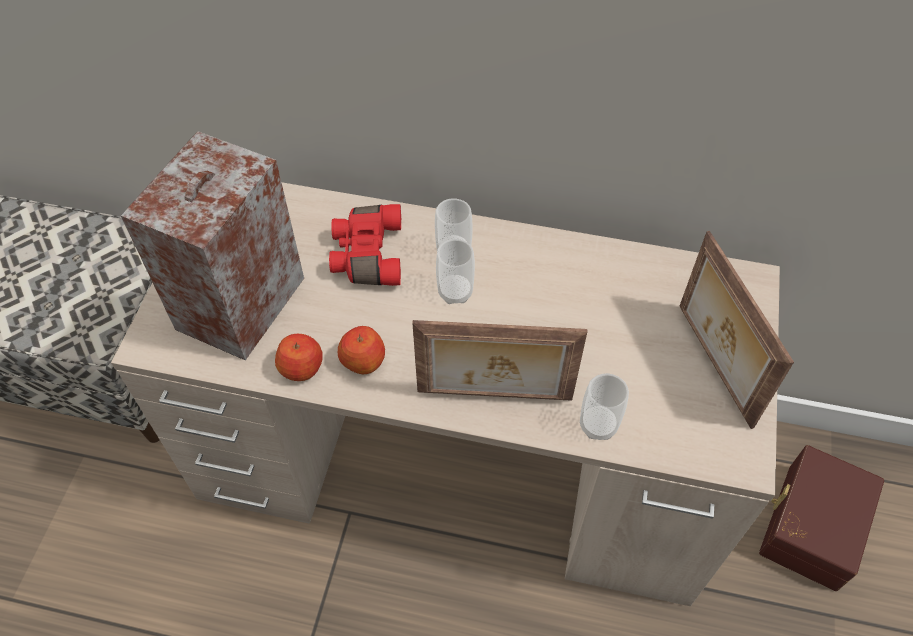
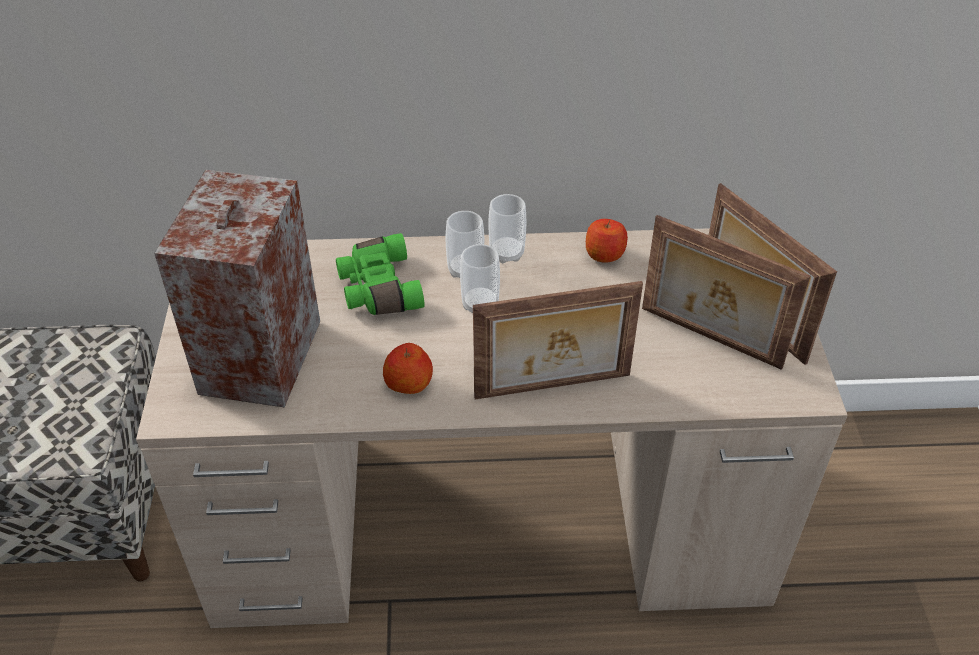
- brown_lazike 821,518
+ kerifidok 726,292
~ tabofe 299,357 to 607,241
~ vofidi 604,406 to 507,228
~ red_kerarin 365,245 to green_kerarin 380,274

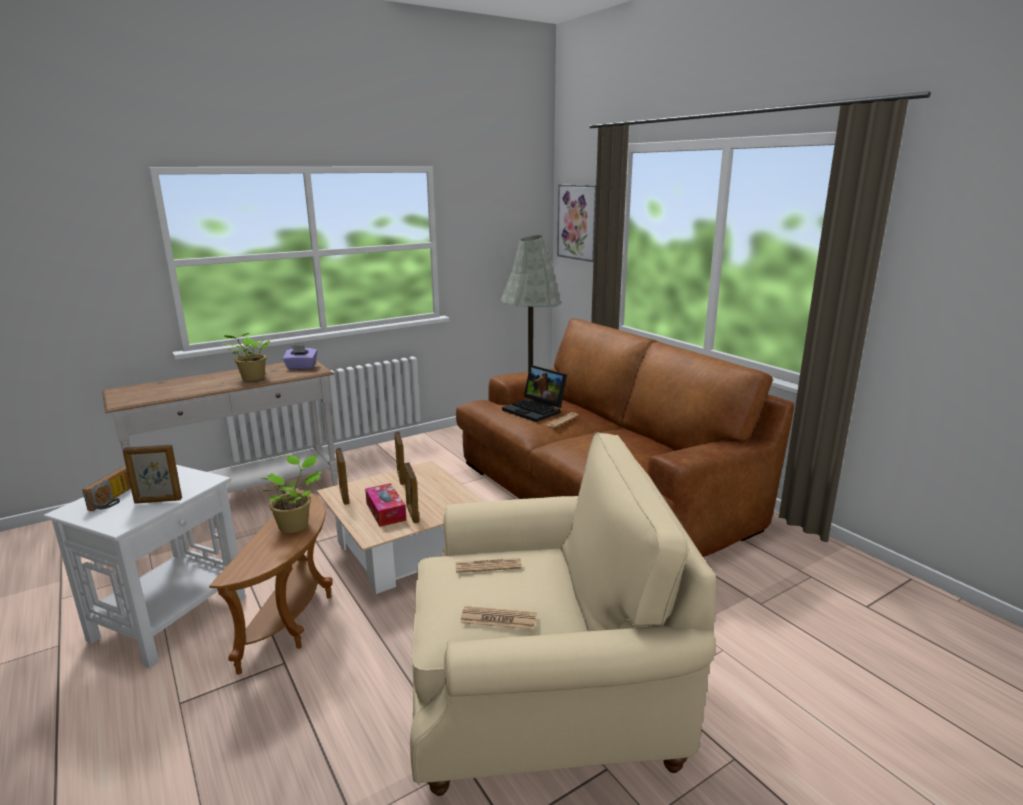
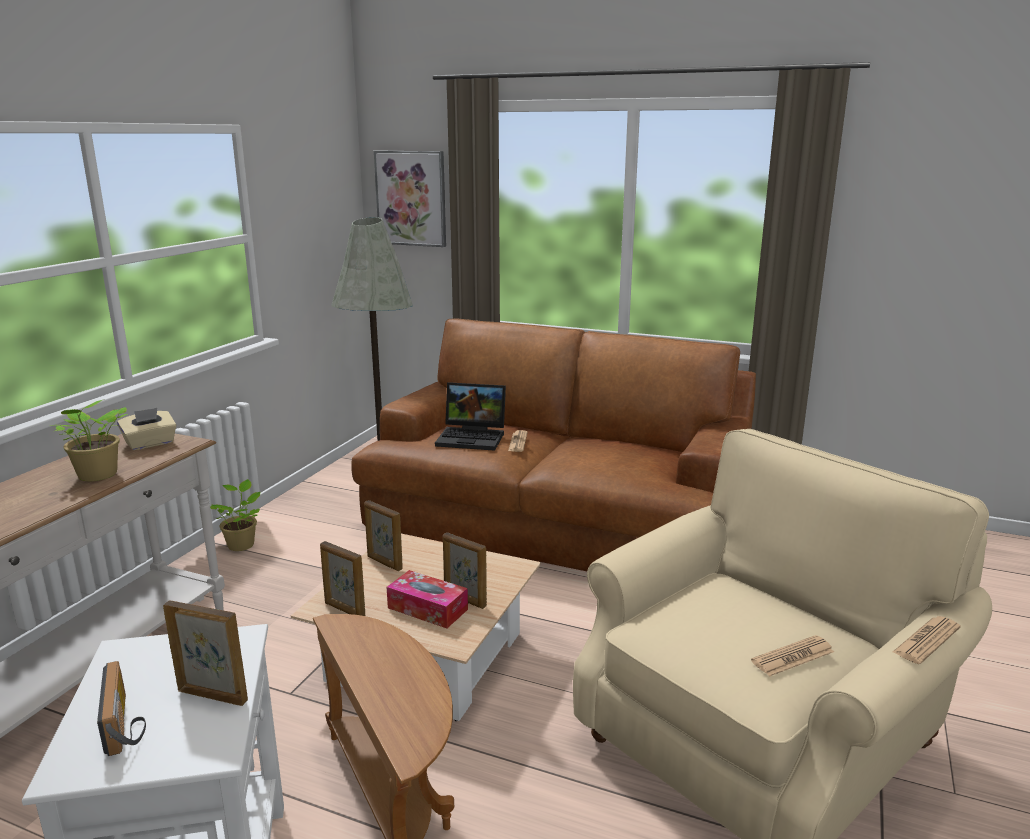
~ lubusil 291,494 to 235,515
~ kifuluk 489,565 to 927,640
~ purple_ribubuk 300,357 to beige_ribubuk 147,429
~ kerifidok 152,474 = 205,653 120 degrees counterclockwise

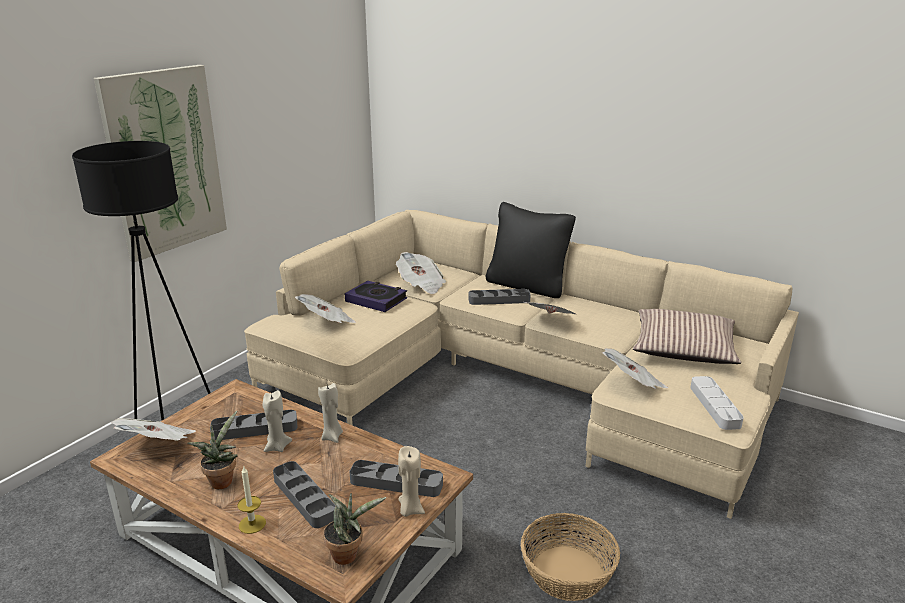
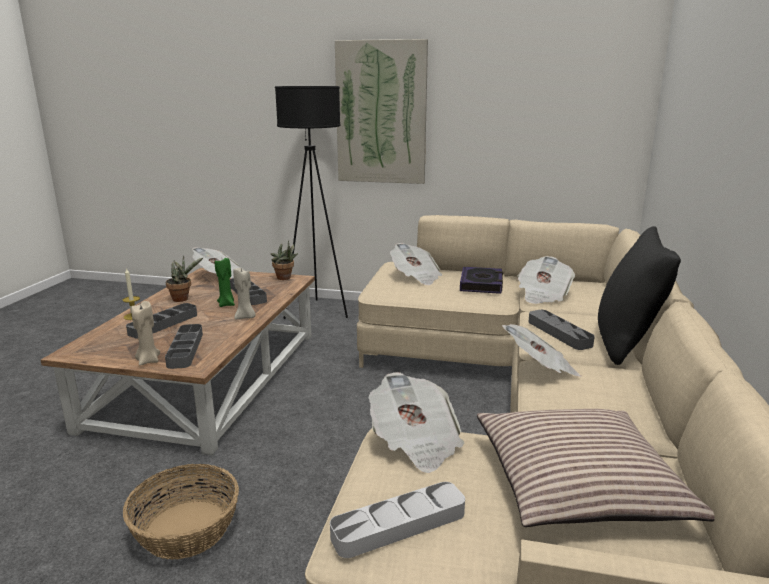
~ lubusil 354,529 to 284,260
~ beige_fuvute 277,421 to green_fuvute 225,282

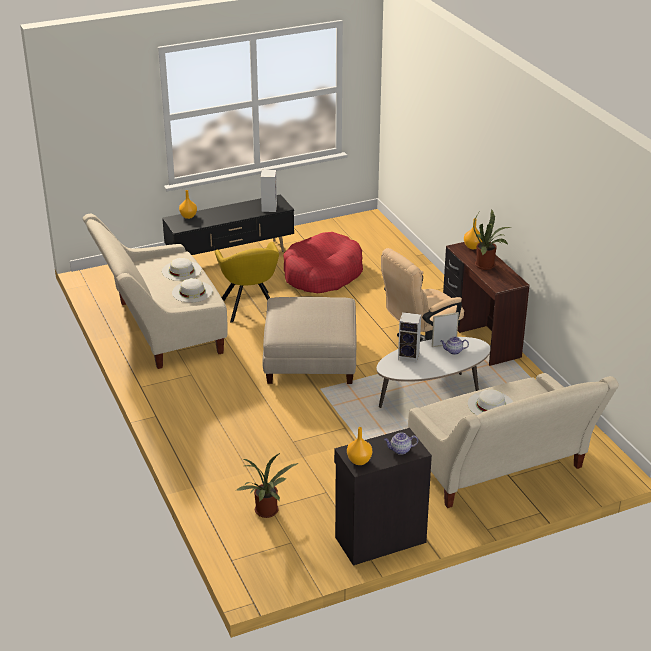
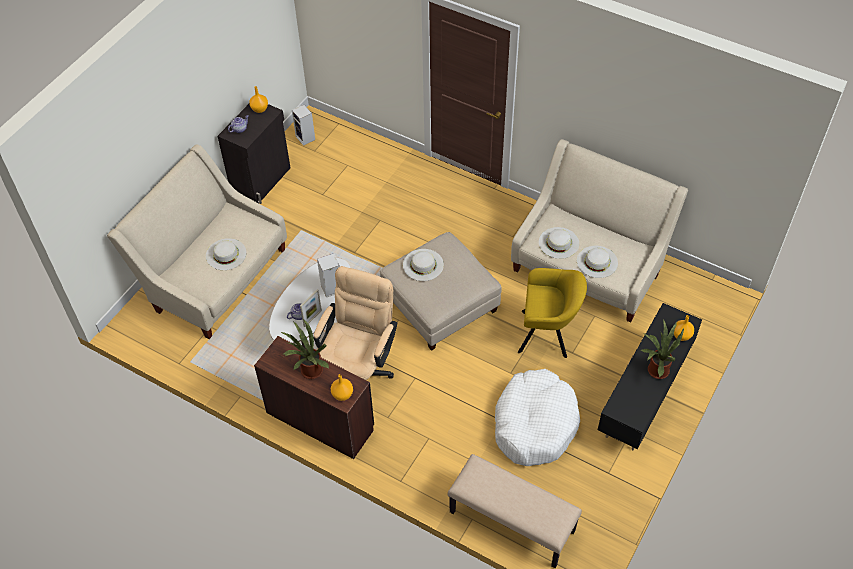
+ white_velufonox 423,265
+ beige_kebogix 515,511
~ lubusil 268,485 to 662,349
~ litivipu 269,191 to 303,125
~ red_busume 323,262 to white_busume 537,417
~ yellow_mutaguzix 247,282 = 552,313 150 degrees clockwise

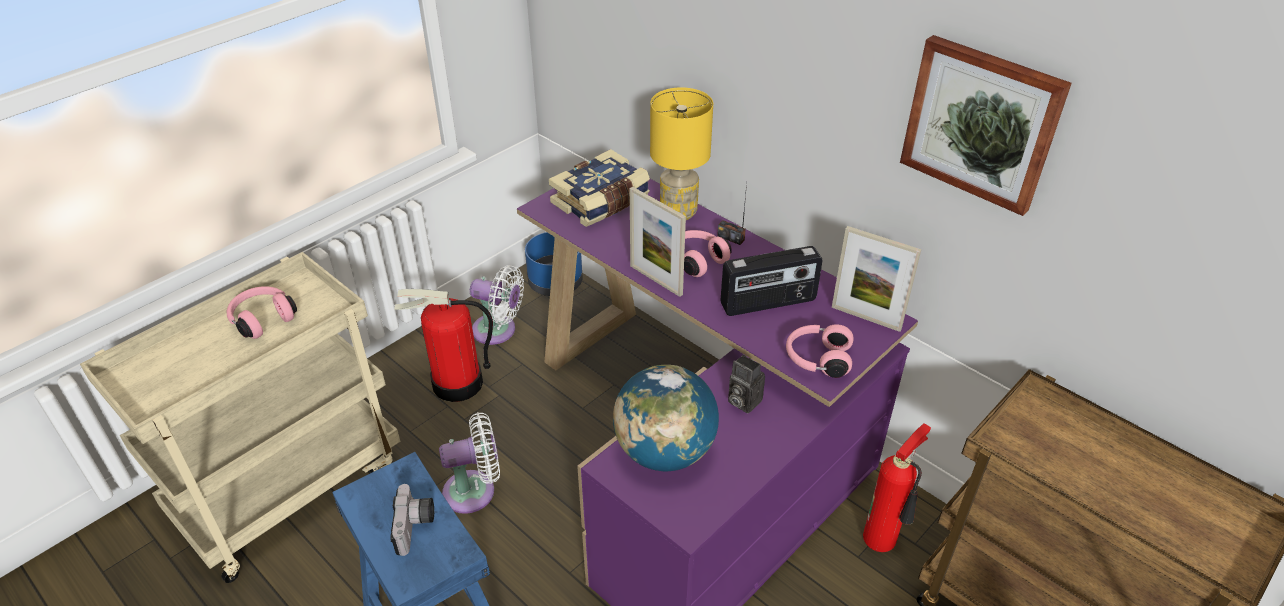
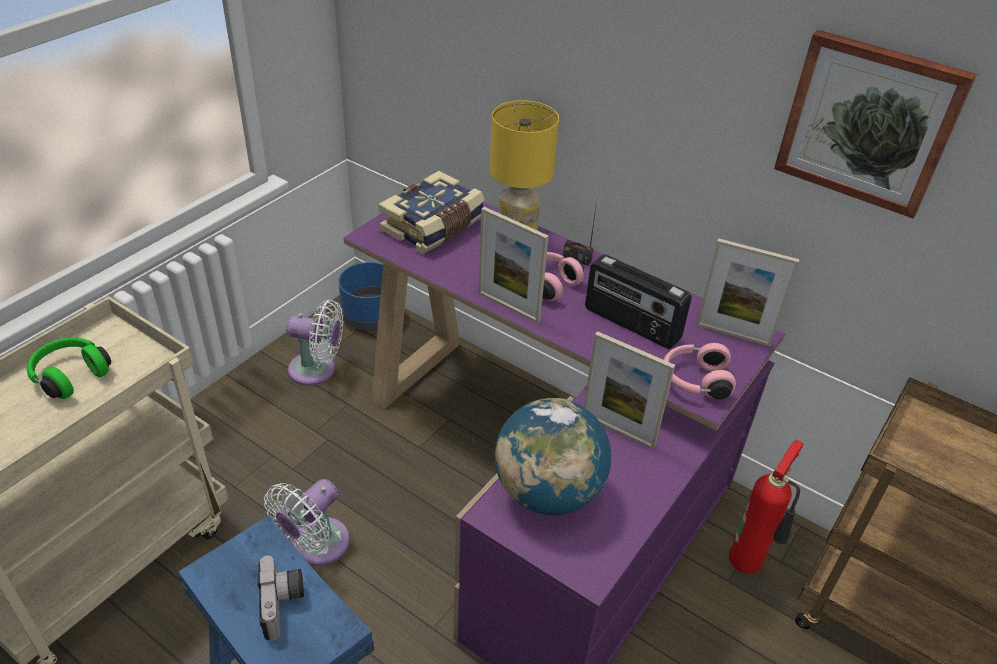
- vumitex 443,345
~ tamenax 746,384 to kerifidok 629,390
~ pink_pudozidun 262,312 to green_pudozidun 69,368
~ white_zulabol 469,463 = 307,522 150 degrees clockwise
~ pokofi 771,281 = 638,301 60 degrees clockwise

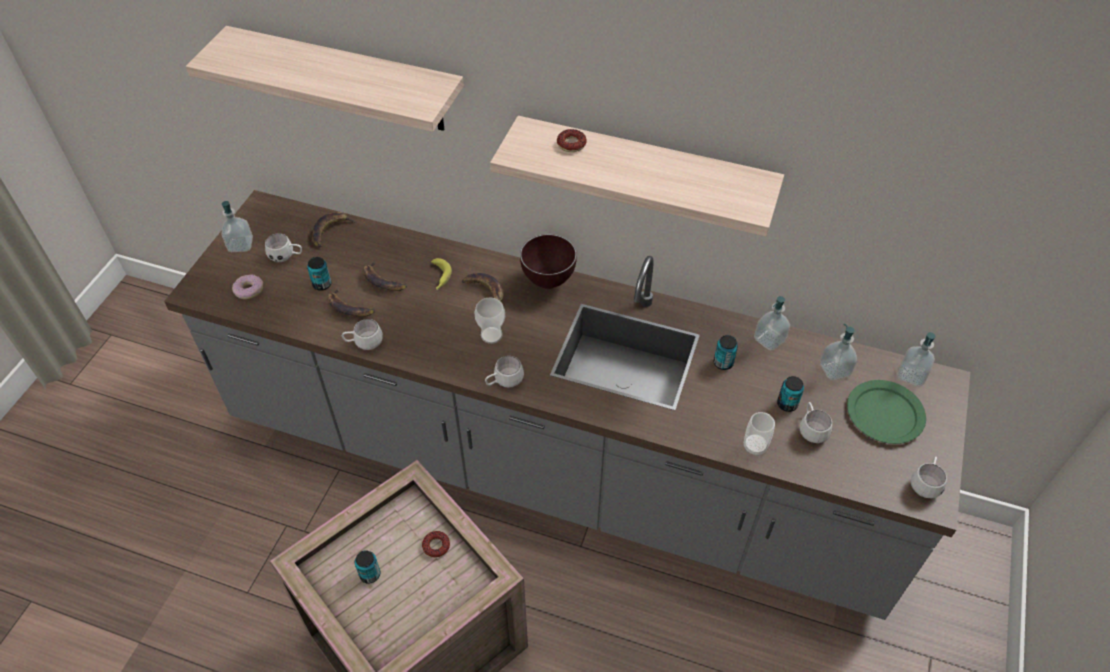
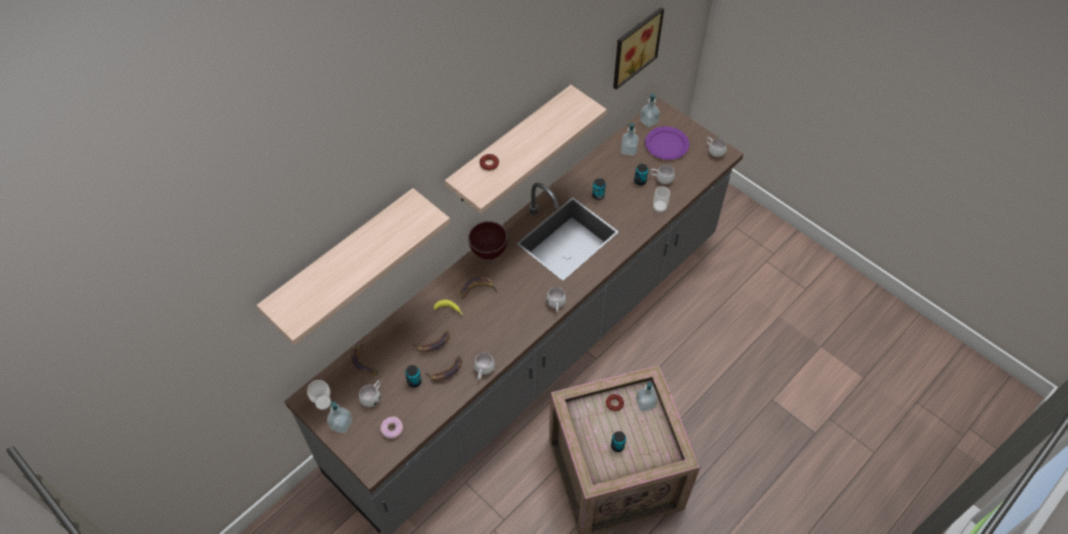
+ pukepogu 638,48
~ vofidi 490,320 to 319,395
~ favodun 772,323 to 647,397
~ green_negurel 886,412 to purple_negurel 667,143

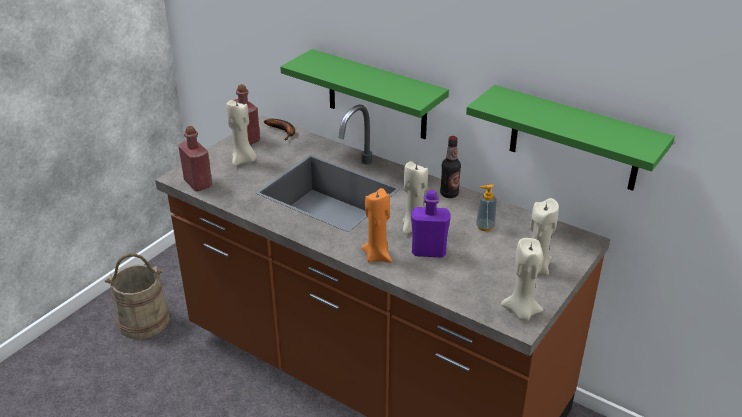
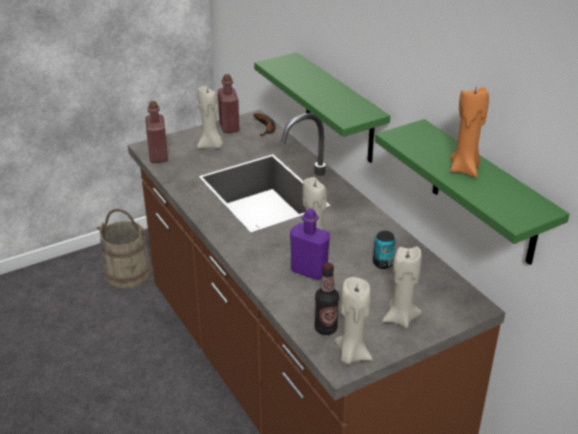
~ orange_fuvute 376,225 to 469,132
~ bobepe 450,167 to 326,299
~ favodun 486,207 to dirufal 384,250

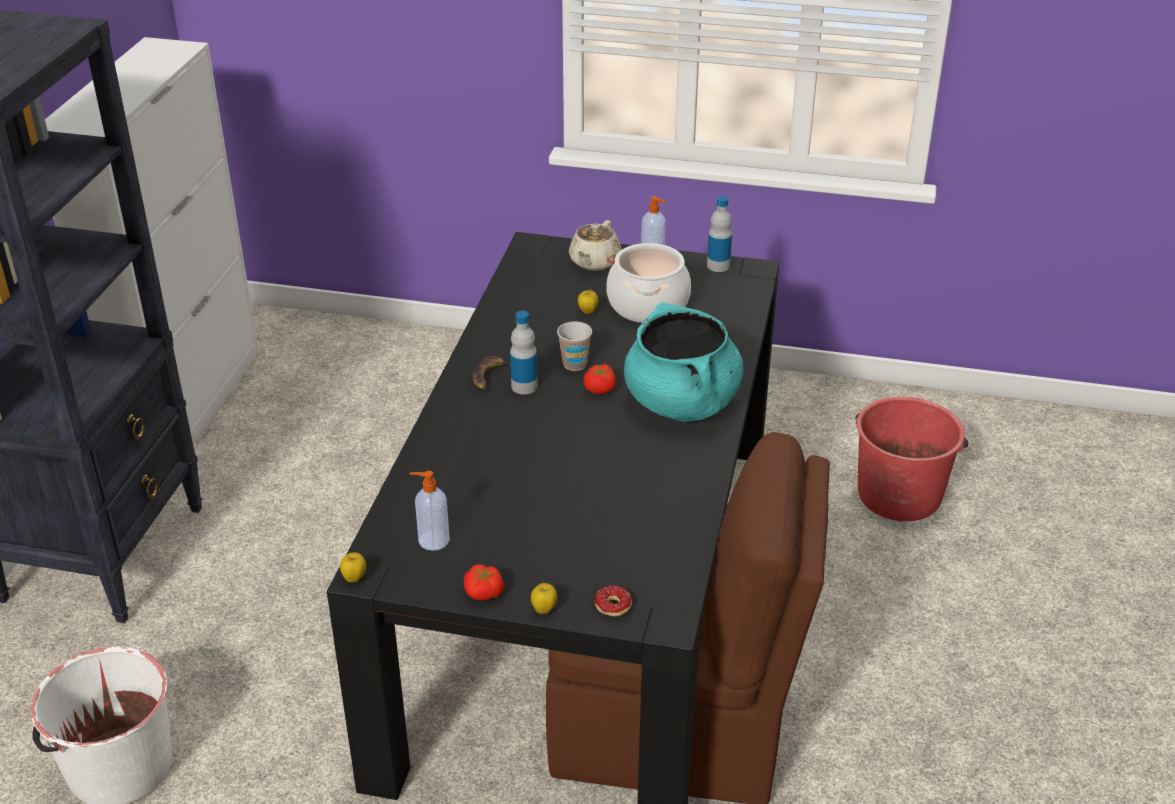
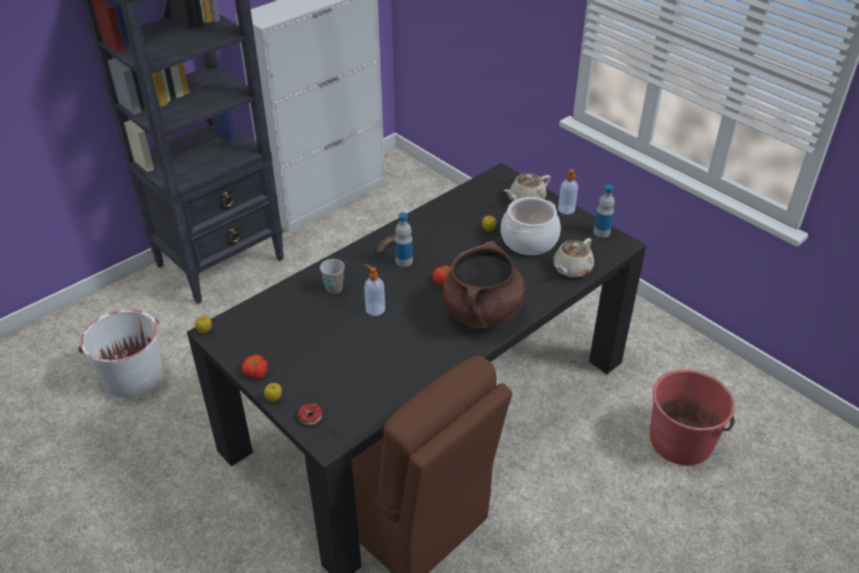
+ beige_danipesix 573,258
~ favodun 429,511 to 374,290
~ vofidi 574,346 to 332,276
~ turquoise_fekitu 683,362 to brown_fekitu 483,284

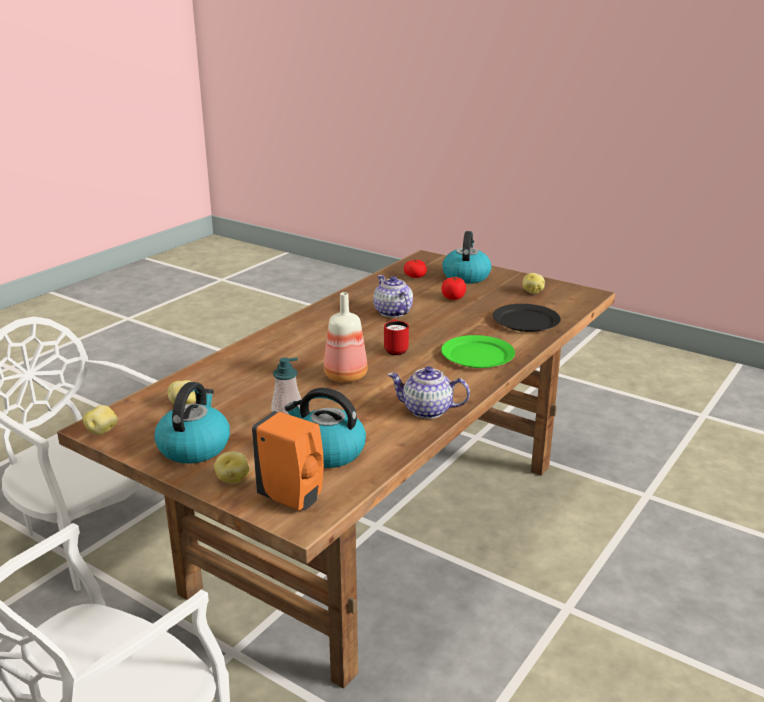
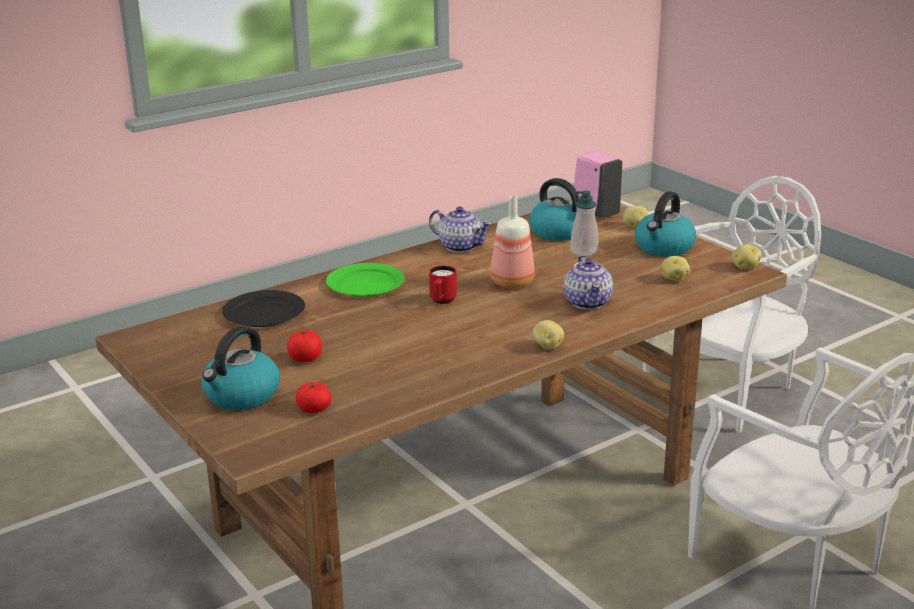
~ danipesix 393,296 to 588,283
~ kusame 533,283 to 548,334
~ orange_favodun 288,461 to pink_favodun 598,185

